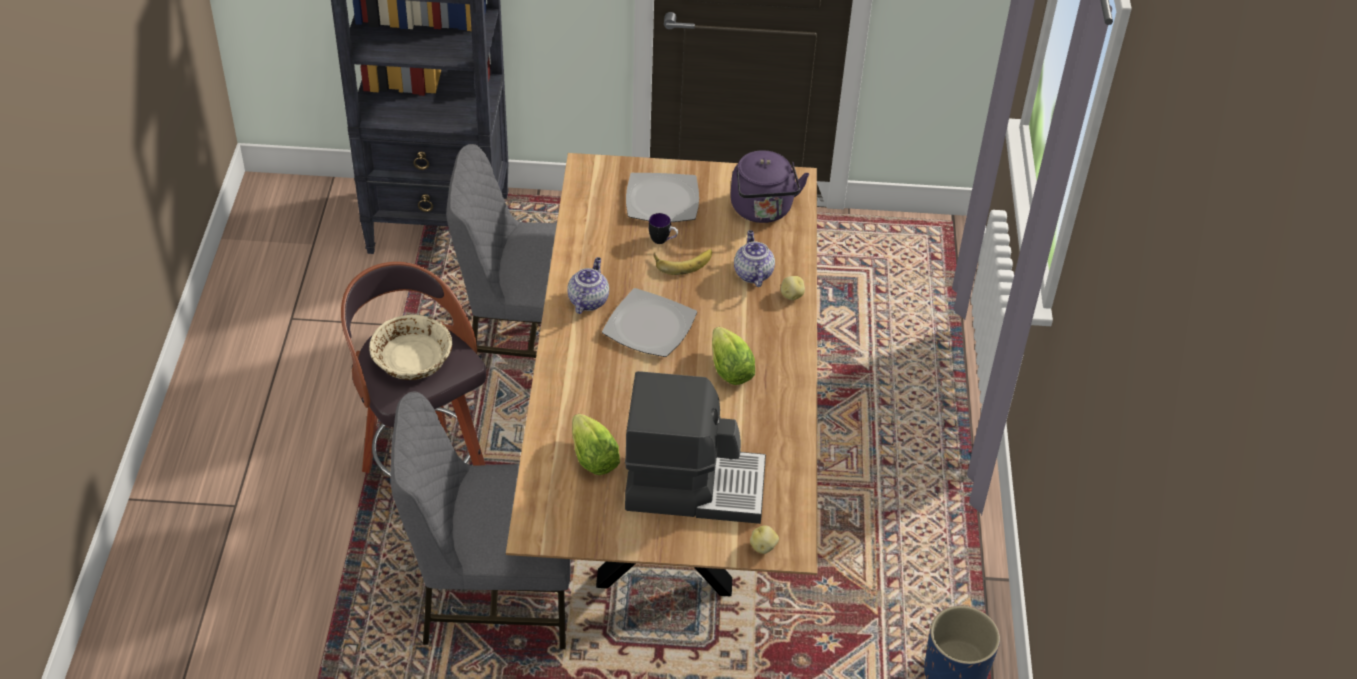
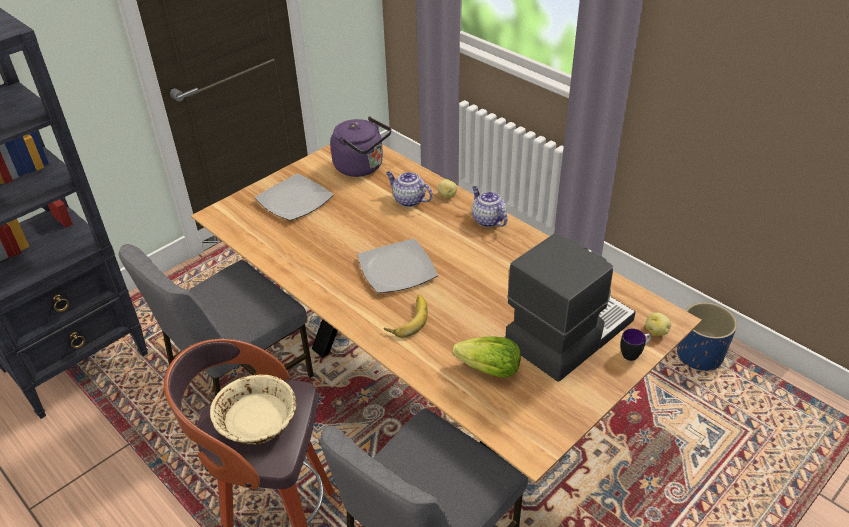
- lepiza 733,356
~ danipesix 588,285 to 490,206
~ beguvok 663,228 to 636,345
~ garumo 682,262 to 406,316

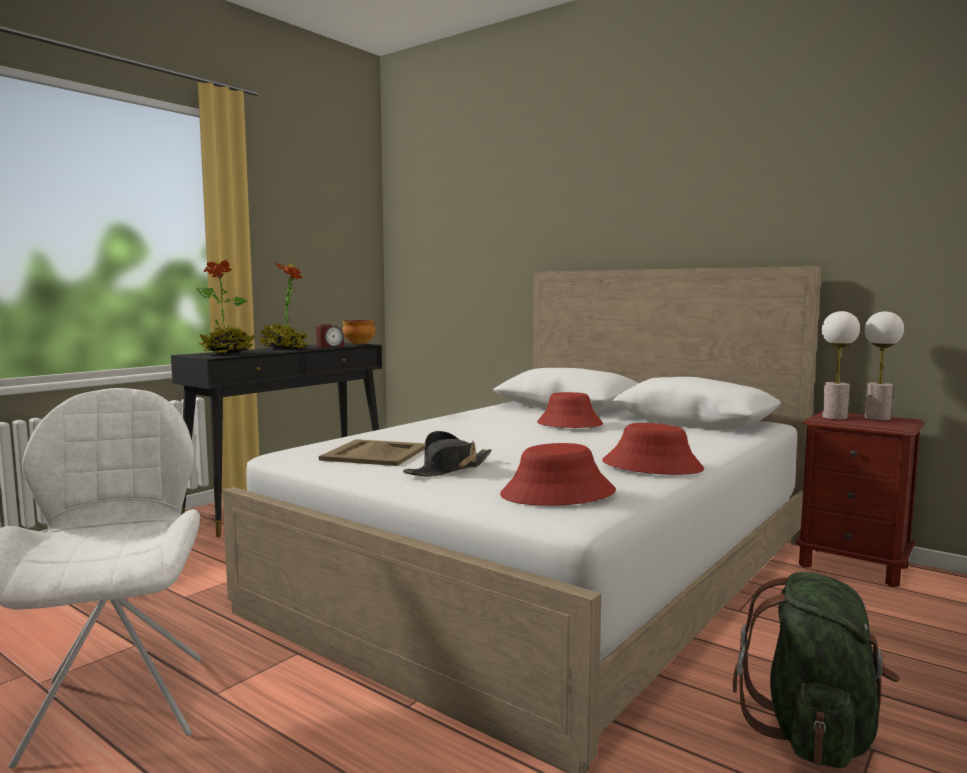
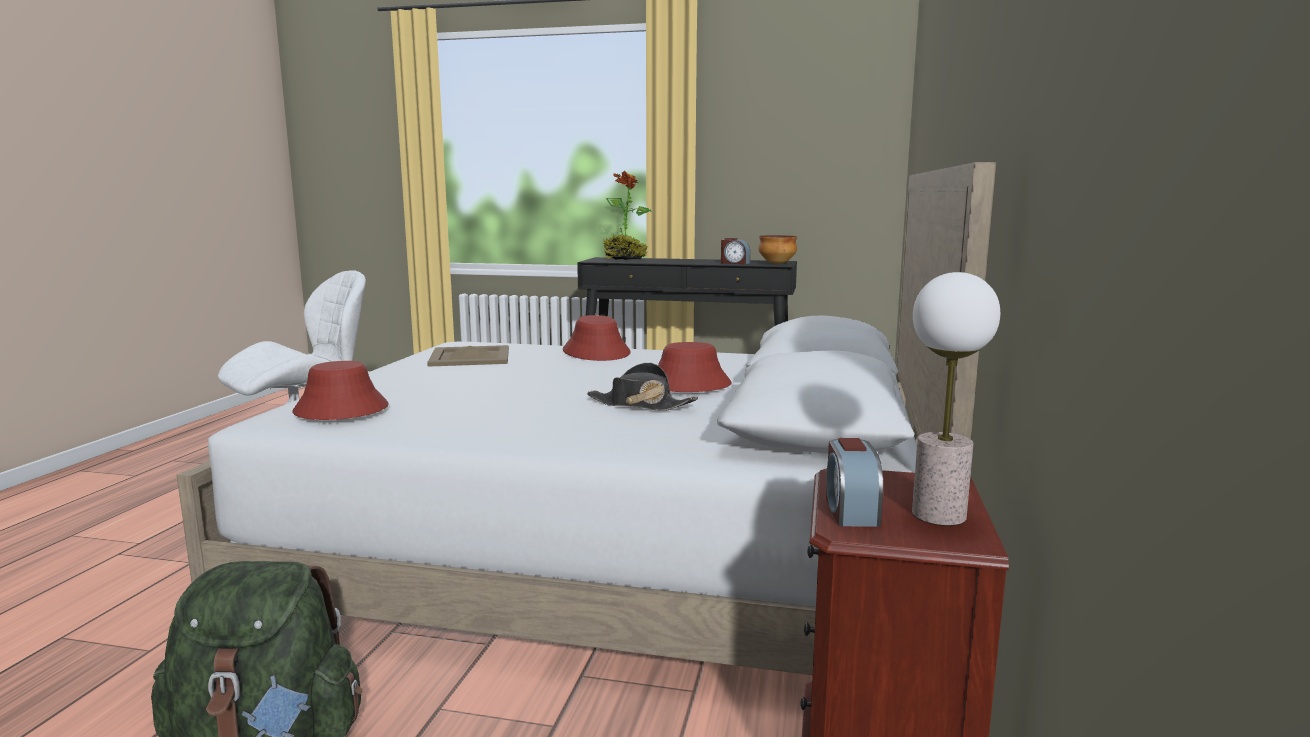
- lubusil 284,306
- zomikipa 841,365
+ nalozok 854,482
~ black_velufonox 447,453 to 642,387
~ red_velufonox 653,449 to 597,338

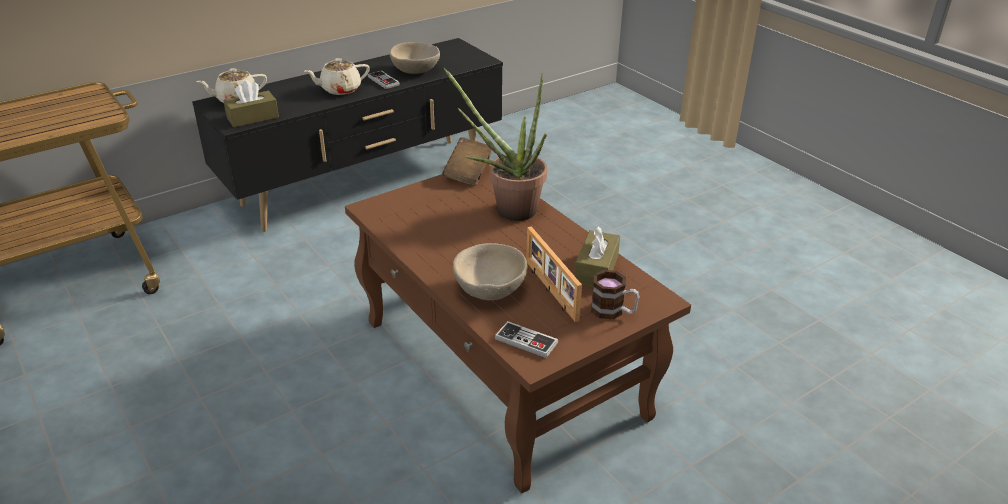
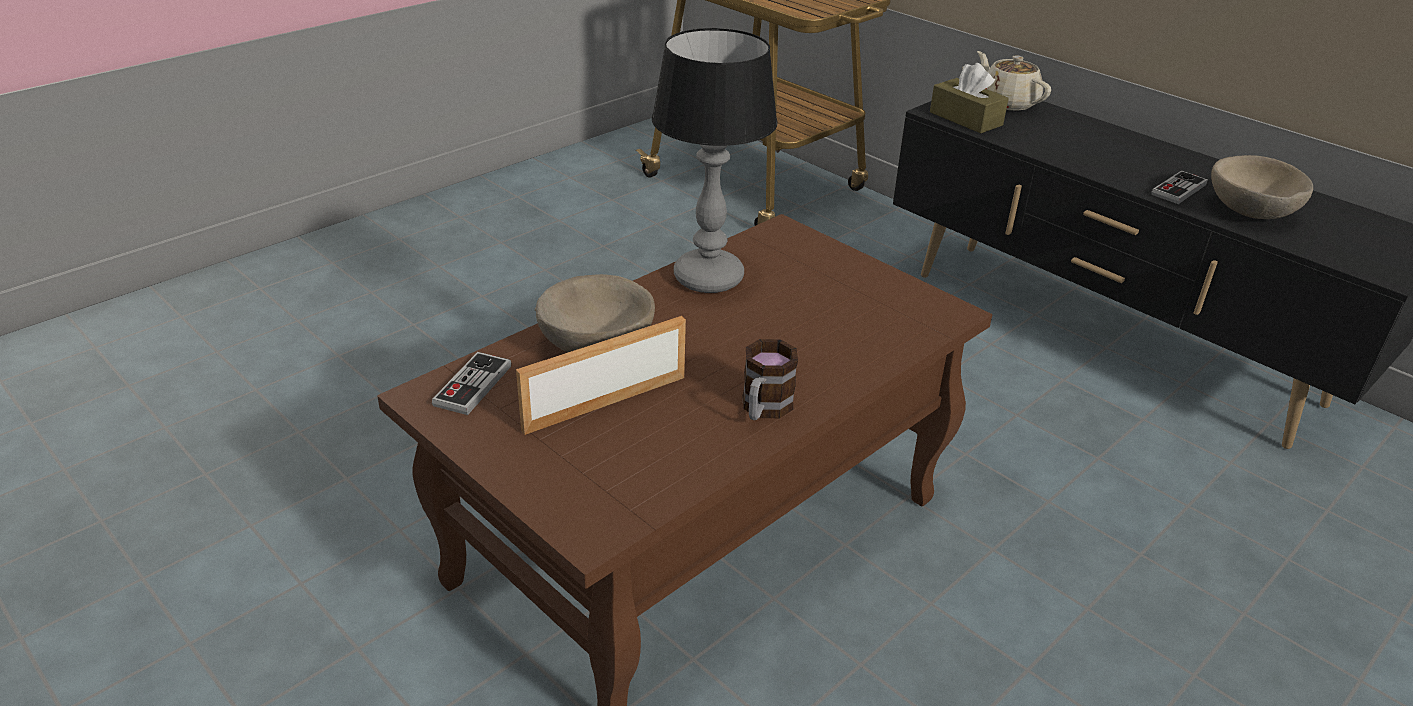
- beige_danipesix 337,76
- lubusil 495,144
- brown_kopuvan 467,161
- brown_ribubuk 597,256
+ zomikipa 715,160
~ beguvok 615,295 to 770,379

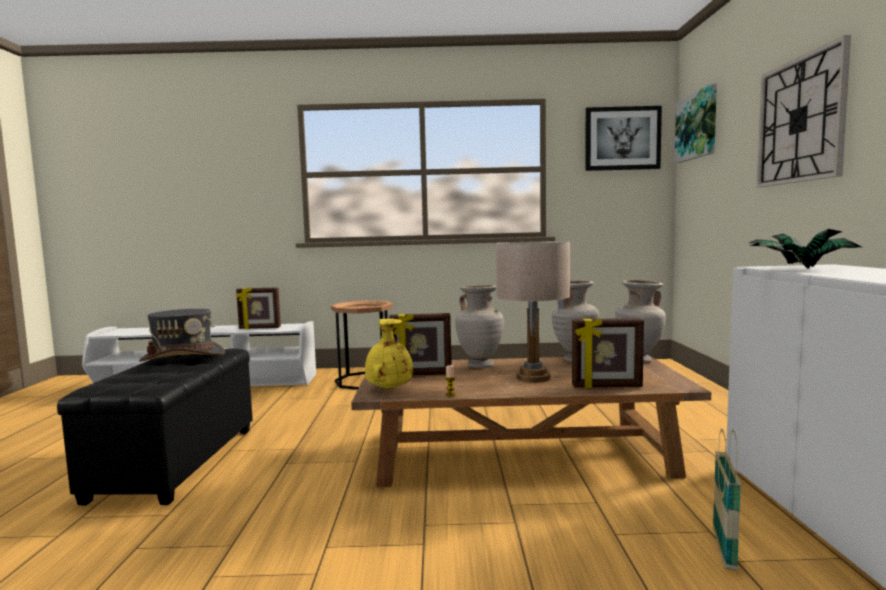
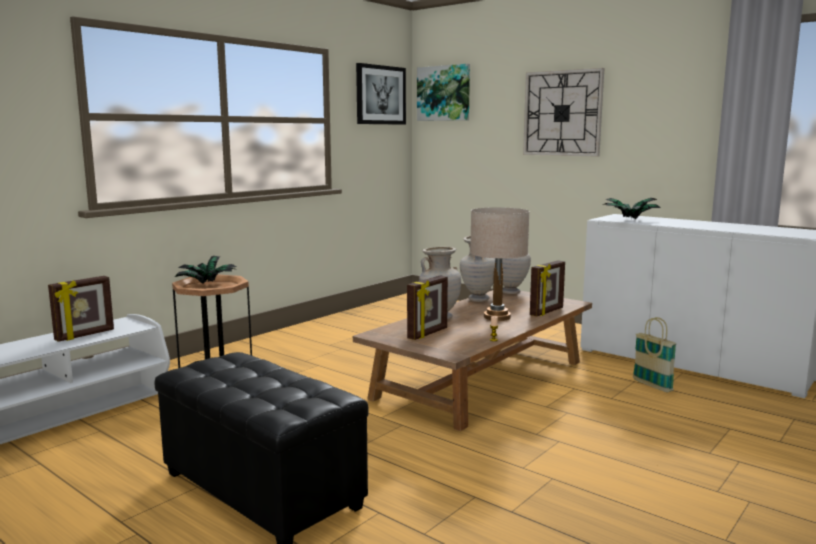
- grey_velufonox 182,335
- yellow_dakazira 389,354
+ lubusil 206,270

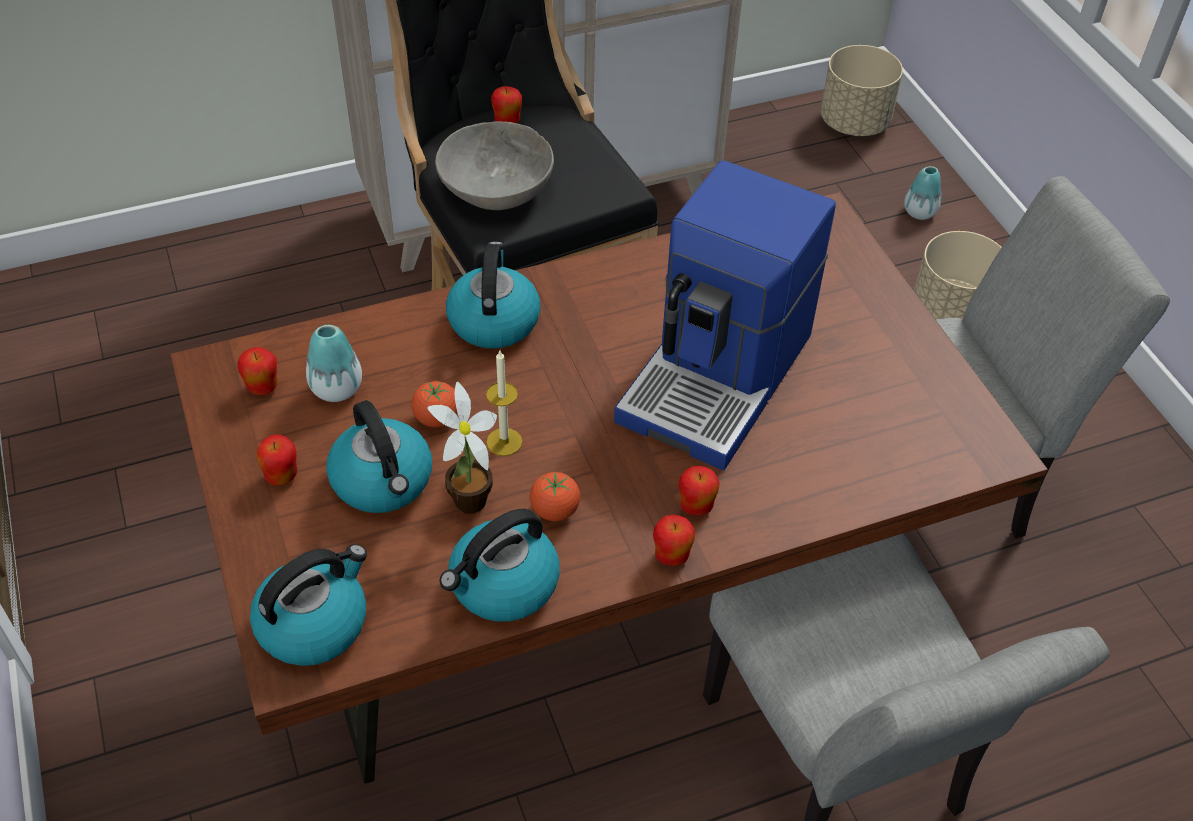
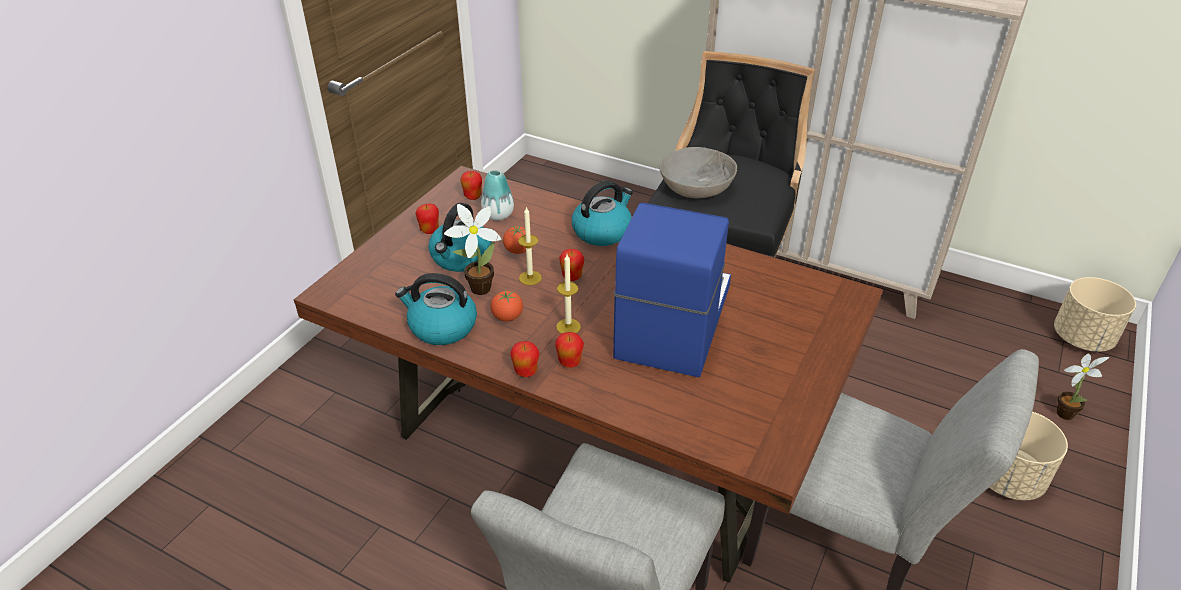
- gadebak 308,605
+ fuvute 568,294
~ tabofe 506,104 to 571,265
~ dakazira 922,193 to lubusil 1082,387
~ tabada 725,316 = 672,290 120 degrees clockwise

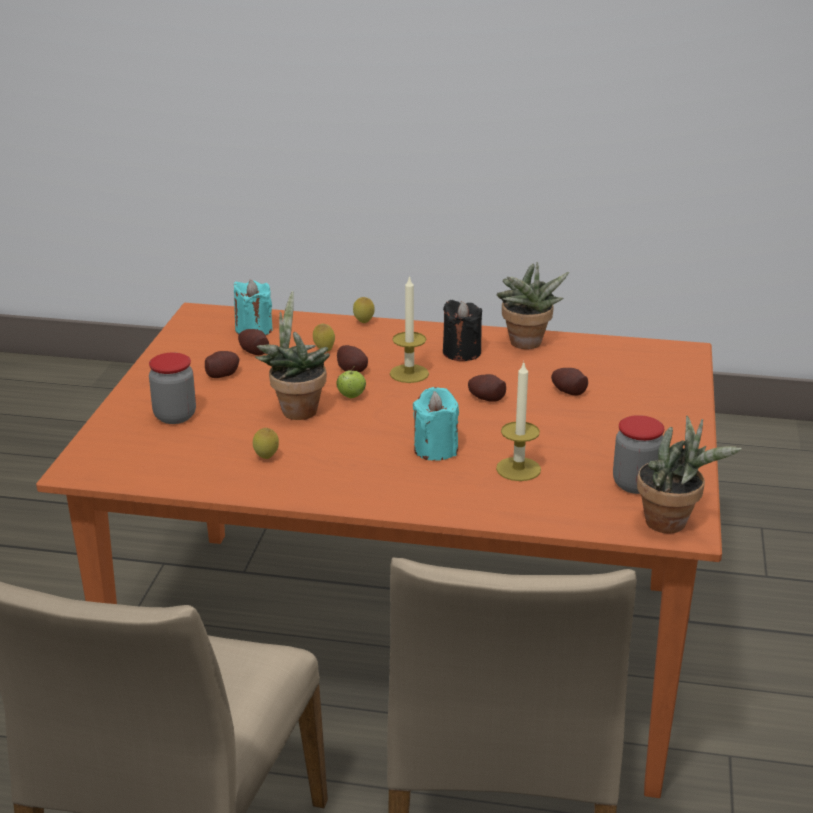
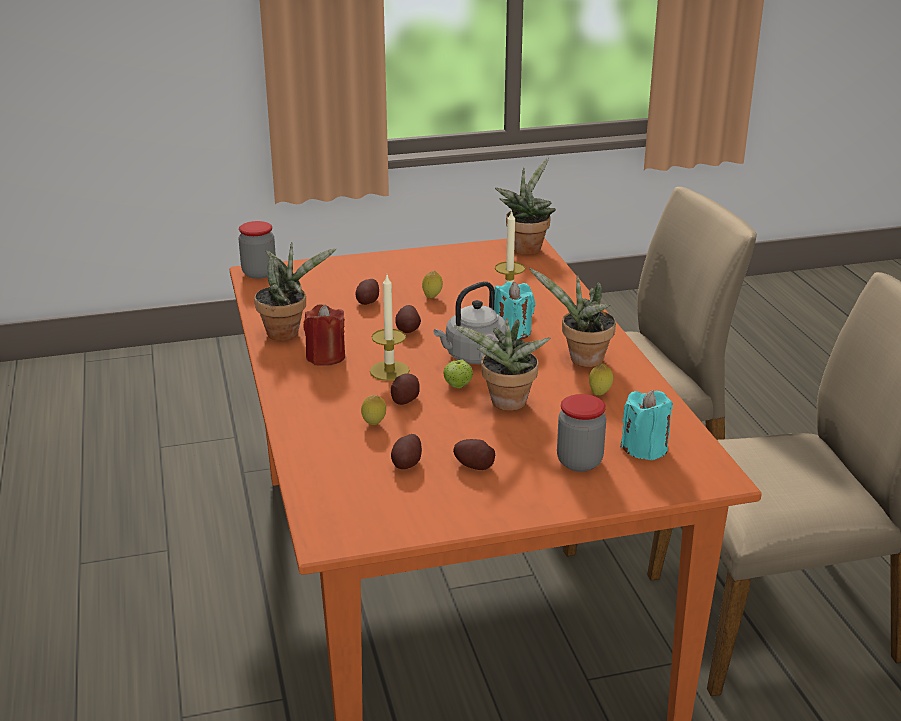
+ grey_gadebak 469,322
+ lubusil 572,317
~ turquoise_fuvute 253,307 to 647,425
~ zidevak 364,310 to 432,284
~ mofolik 638,454 to 257,250
~ black_fuvute 462,330 to red_fuvute 324,335

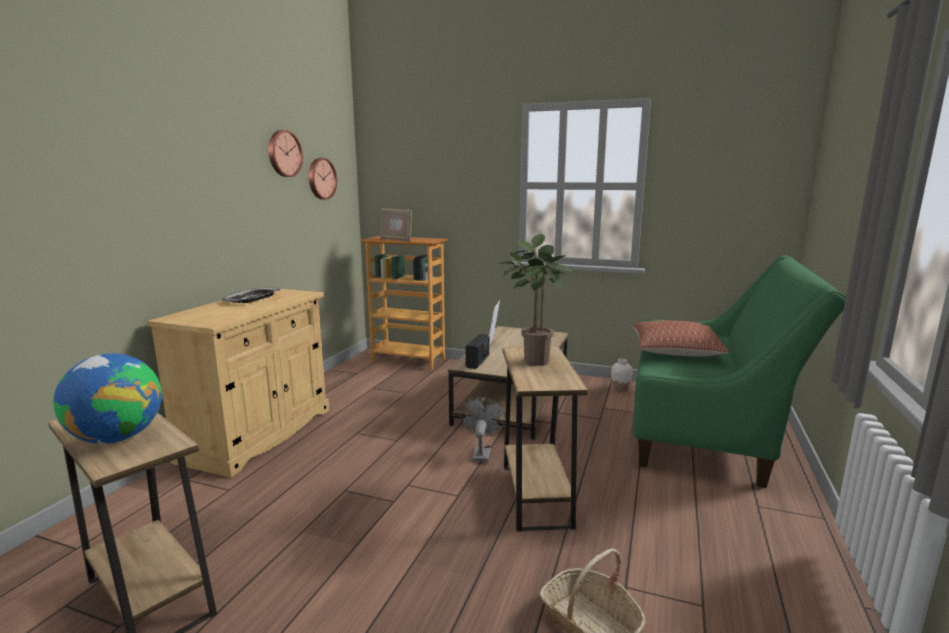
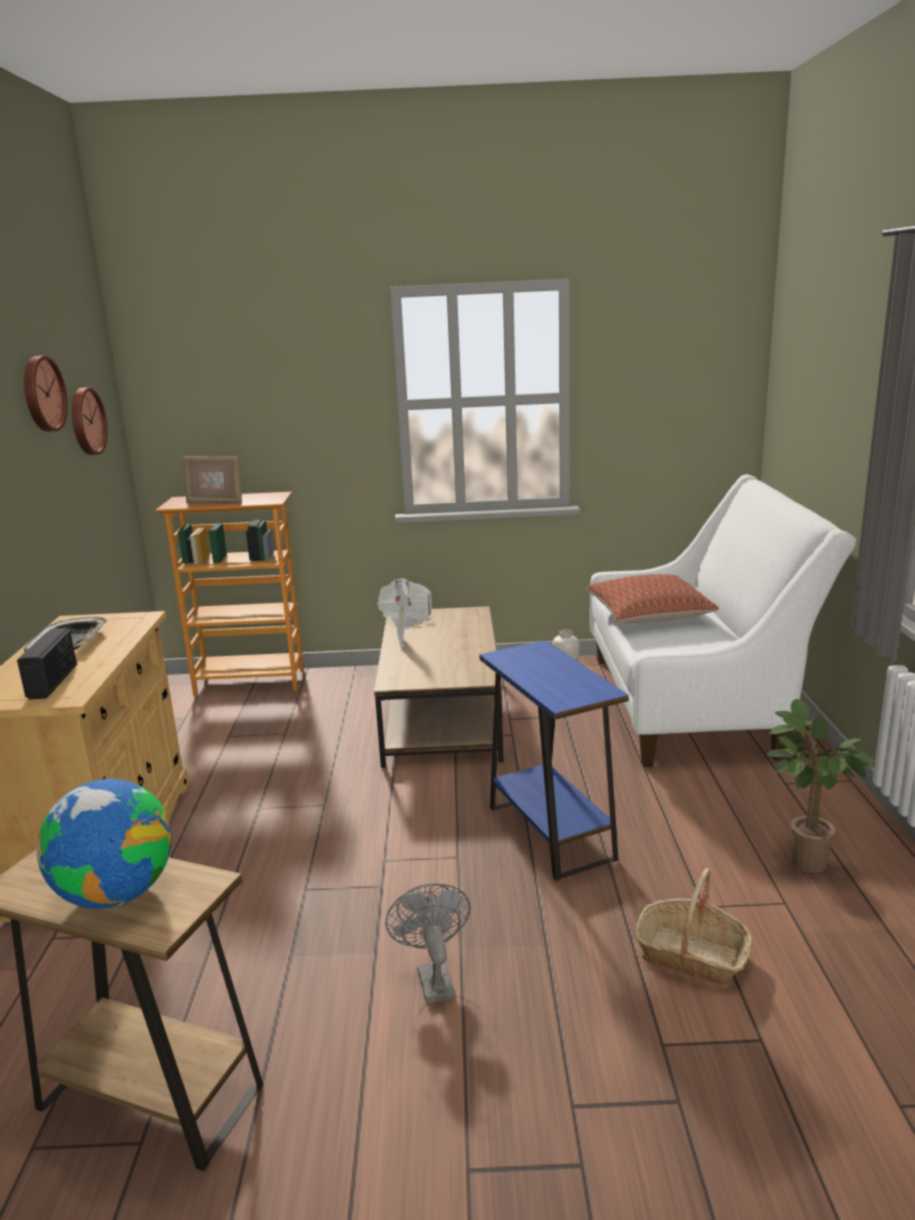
+ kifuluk 404,604
~ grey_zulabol 483,429 to 427,944
~ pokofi 477,351 to 47,664
~ lubusil 536,300 to 820,786
~ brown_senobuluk 545,439 to blue_senobuluk 554,760
~ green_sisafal 739,371 to white_sisafal 723,620

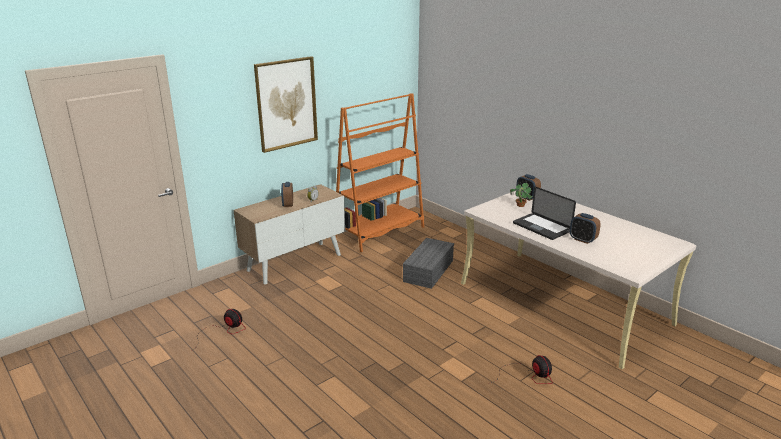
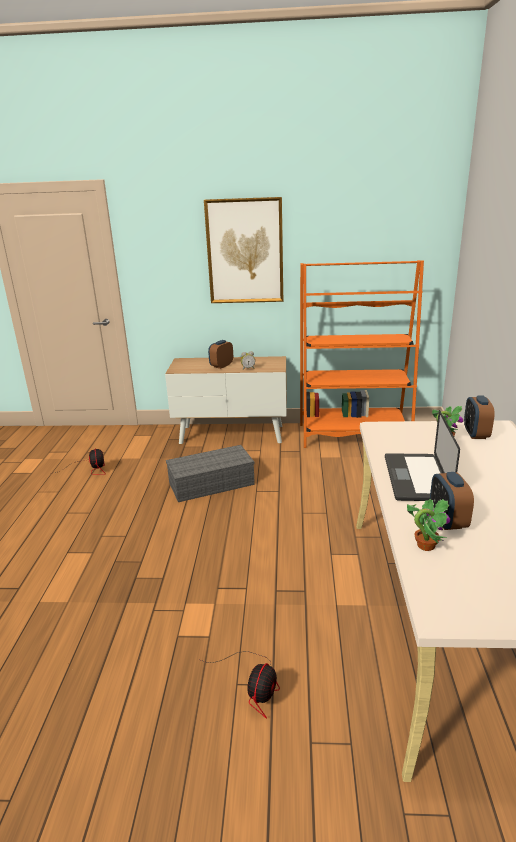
+ lubusil 428,525
~ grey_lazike 428,263 to 210,473

